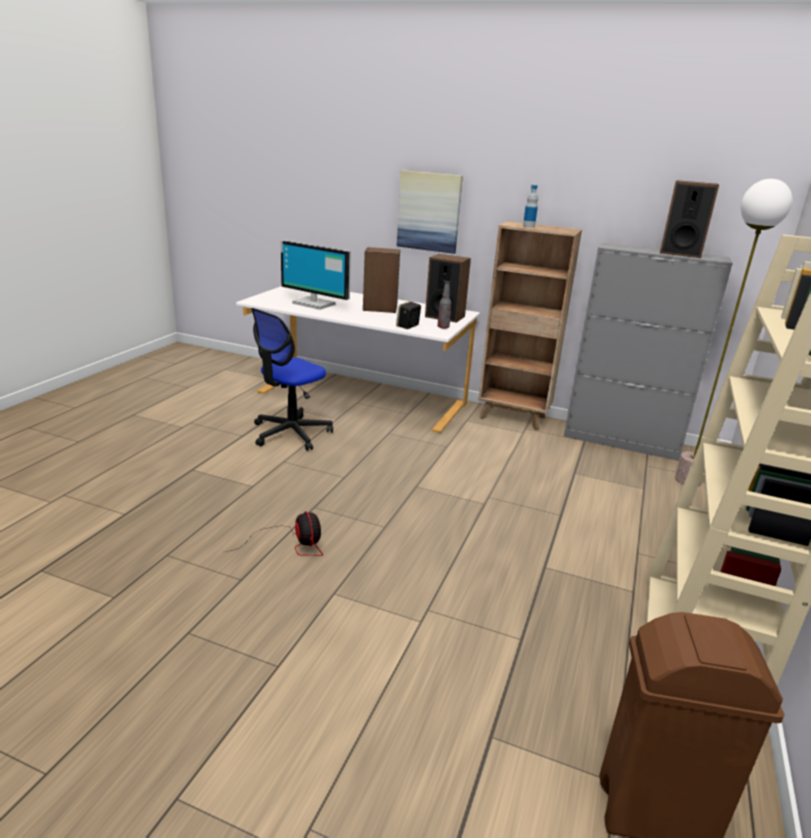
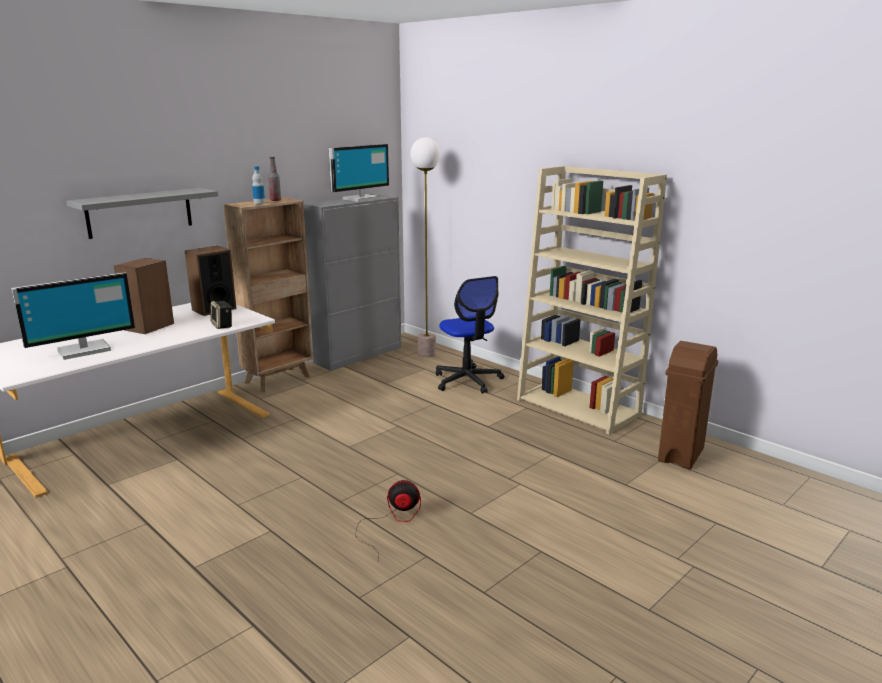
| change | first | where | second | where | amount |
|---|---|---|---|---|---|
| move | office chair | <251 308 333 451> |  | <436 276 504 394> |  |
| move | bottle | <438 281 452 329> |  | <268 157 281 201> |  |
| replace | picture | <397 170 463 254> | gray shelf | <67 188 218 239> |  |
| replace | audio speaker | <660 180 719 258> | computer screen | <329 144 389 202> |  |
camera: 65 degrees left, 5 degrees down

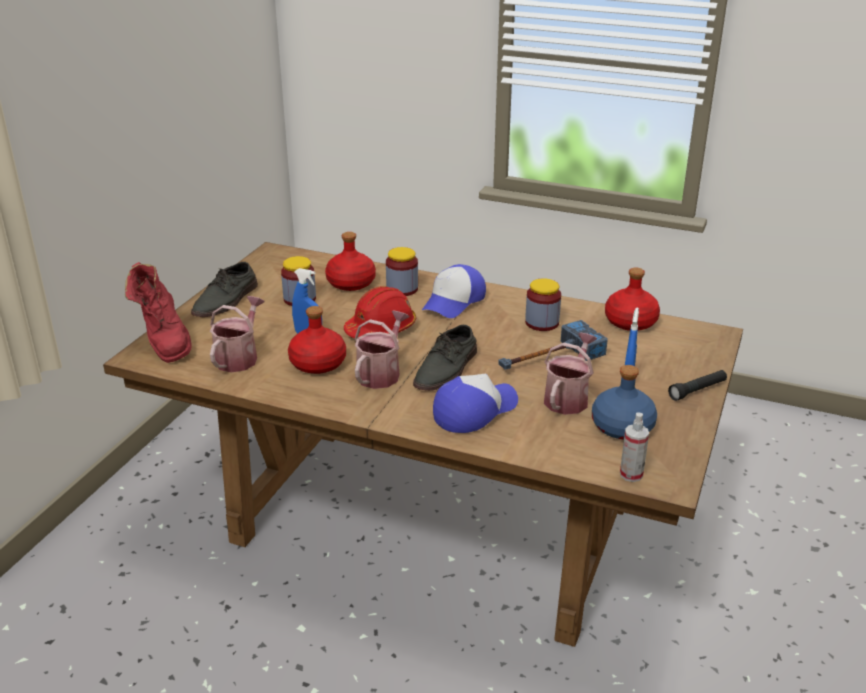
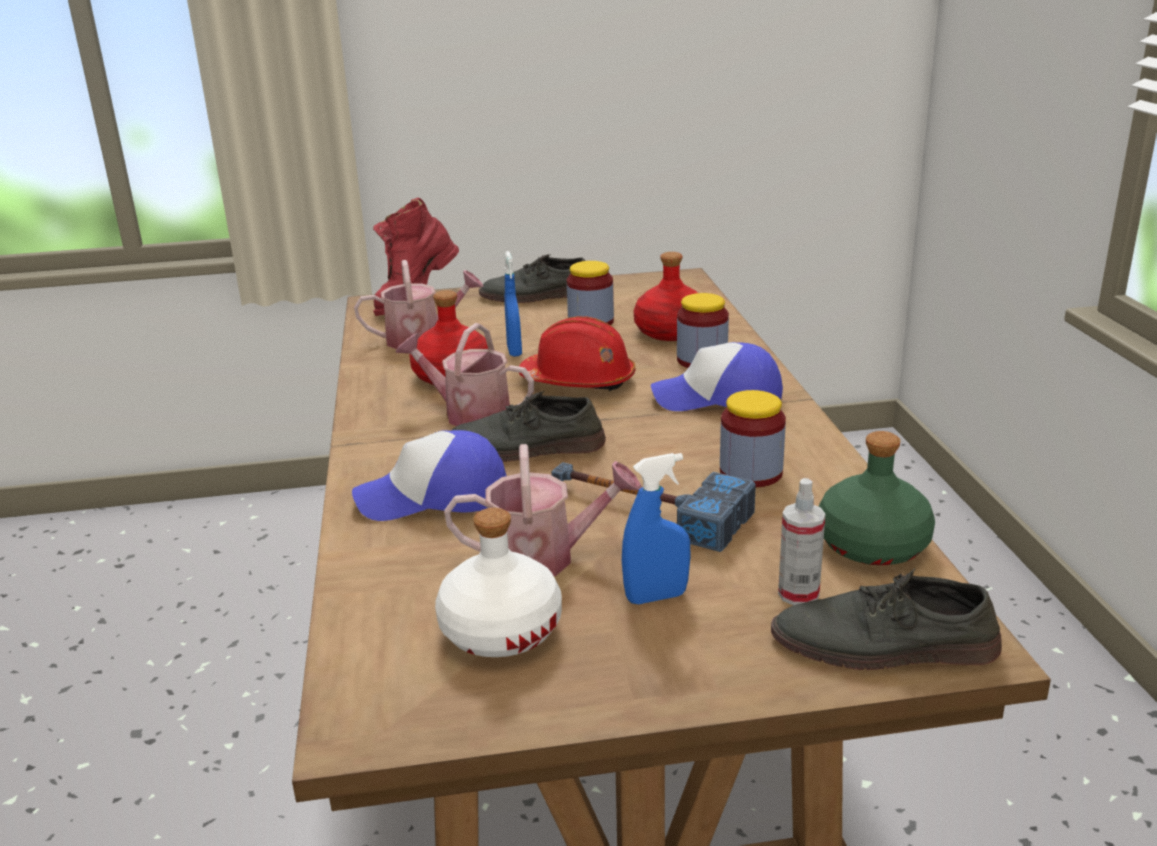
| change | first | where | second | where | amount |
|---|---|---|---|---|---|
| delete | black-coloured torch | <668 370 727 401> |  |  |  |
| insert |  |  | gray item of footwear | <771 568 1002 670> |  |
| move | spray bottle | <620 412 649 482> |  | <778 478 825 605> |  |
| recolor | bluish bottle | <592 365 657 439> | whitish bottle | <435 508 562 657> |  |
| recolor | reddish bottle | <605 267 660 331> | greenish bottle | <818 431 935 565> |  |
| rotate | watering pot | <355 310 409 389> |  | <395 323 534 426> | 150 degrees counterclockwise |
| rotate | baseball cap | <433 374 518 433> |  | <352 430 506 521> | 150 degrees clockwise |
camera: 60 degrees right, 5 degrees down

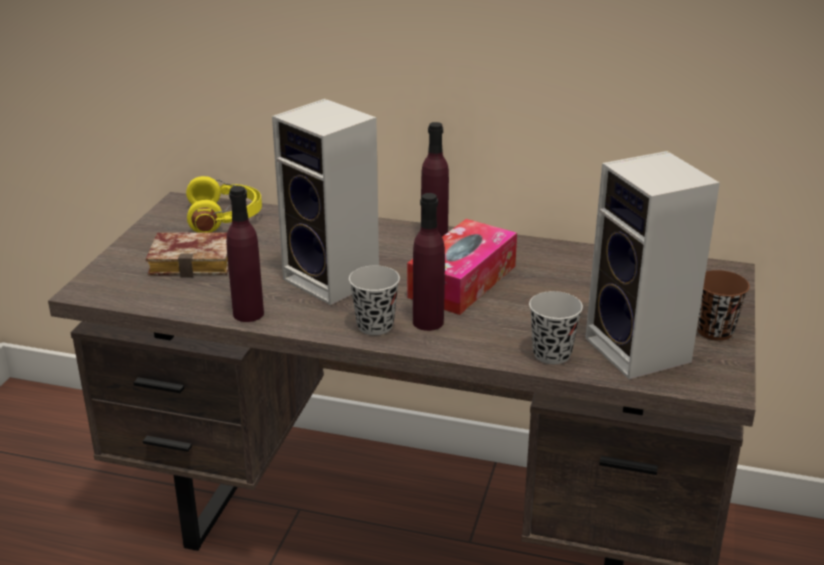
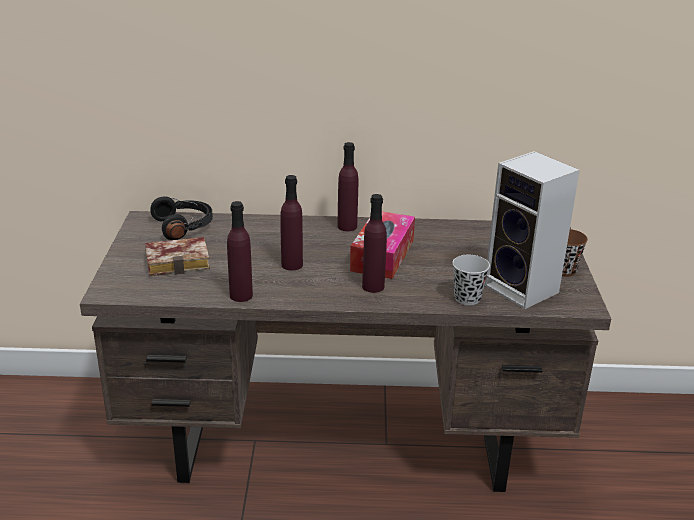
| change | first | where | second | where | amount |
|---|---|---|---|---|---|
| delete | black-coloured small cup | <349 265 400 335> |  |  |  |
| replace | audio speaker | <272 99 379 305> | purple bottle | <280 175 303 271> |  |
| recolor | yellow-coloured headset | <186 176 262 233> | black-coloured headset | <150 196 213 240> |  |
camera: 15 degrees left, 0 degrees up

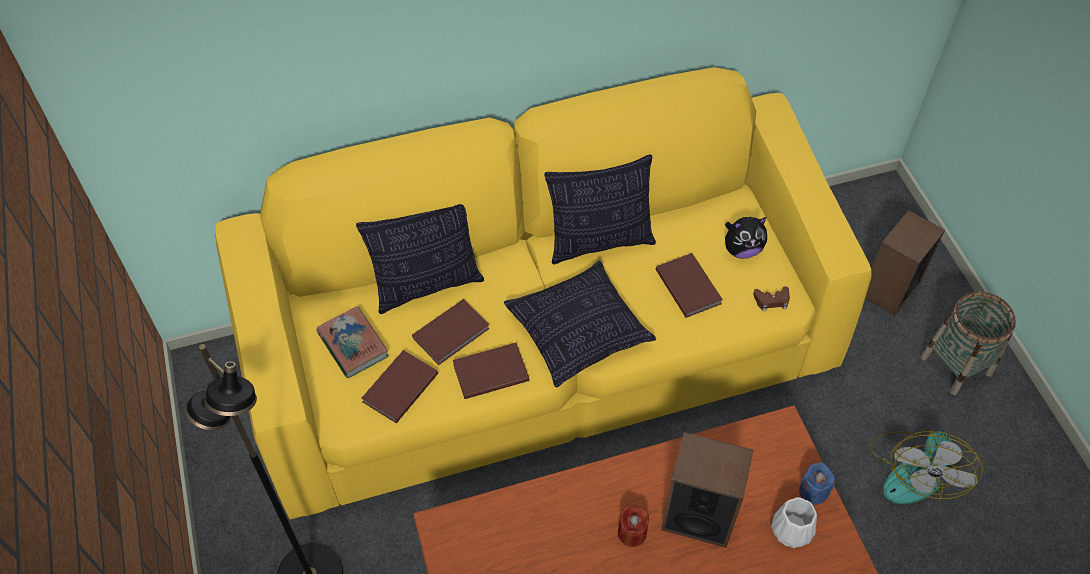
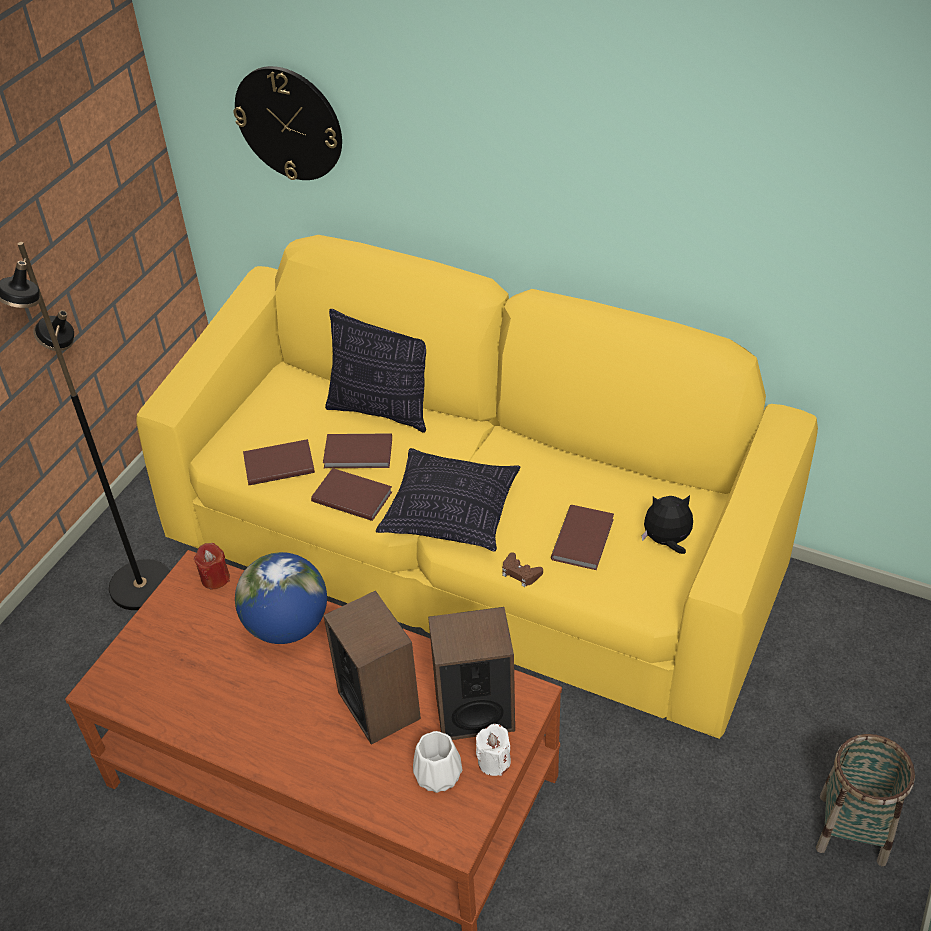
| change | first | where | second | where | amount |
|---|---|---|---|---|---|
| delete | bound book | <317 306 388 378> |  |  |  |
| delete | pillow | <544 155 656 264> |  |  |  |
| delete | cooling fan | <869 431 983 504> |  |  |  |
| insert |  |  | hanging clock | <233 66 342 180> |  |
| insert |  |  | globe | <235 552 327 644> |  |
| move | reddish wax light | <618 505 649 547> |  | <194 543 230 589> |  |
| move | brownish game controller | <753 286 790 311> |  | <502 552 543 587> |  |
| move | audio speaker | <865 210 945 316> |  | <428 607 515 740> |  |
| recolor | bluish wax light | <799 463 835 505> | whitish wax light | <476 724 511 776> |  |
| rotate | cuddly toy | <725 217 767 259> |  | <642 495 693 554> | 150 degrees clockwise |
camera: 45 degrees right, 10 degrees down

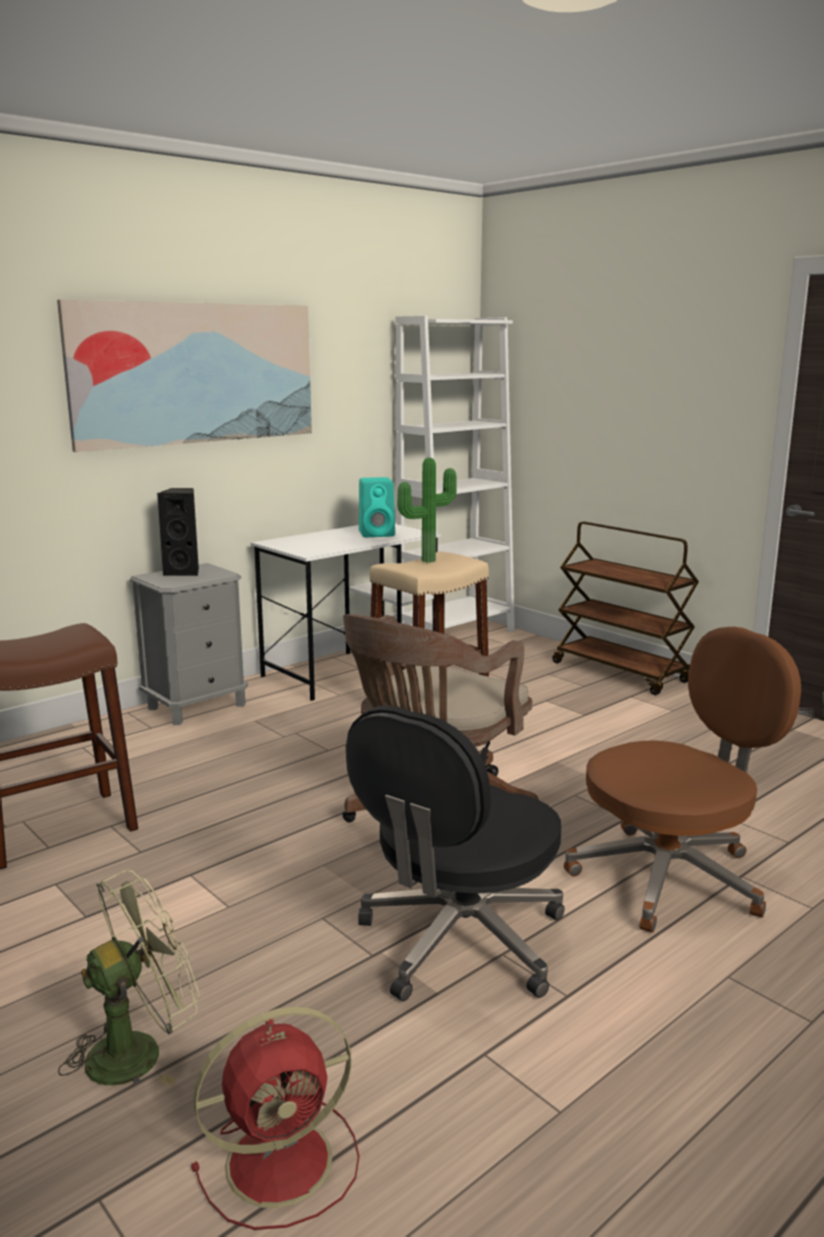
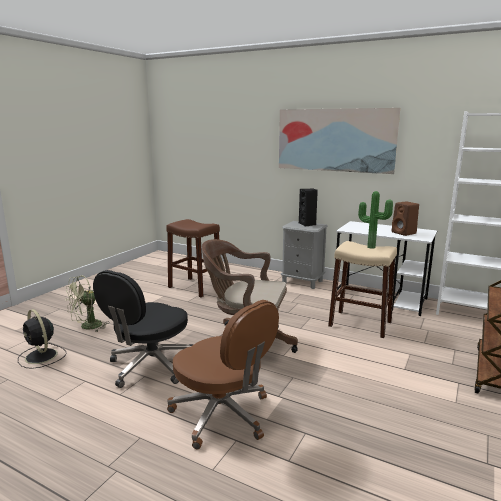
| change | first | where | second | where | amount |
|---|---|---|---|---|---|
| recolor | reddish cooling fan | <191 1007 359 1230> | black-coloured cooling fan | <18 309 67 369> |  |
| recolor | blue-green audio speaker | <359 477 395 537> | brownish audio speaker | <392 201 419 236> |  |
| rotate | greenish cooling fan | <58 870 200 1087> |  | <65 275 109 332> | 105 degrees clockwise |
| rotate | black-coloured office chair | <346 705 565 1001> |  | <93 270 193 388> | 75 degrees counterclockwise |
camera: 70 degrees right, 0 degrees up

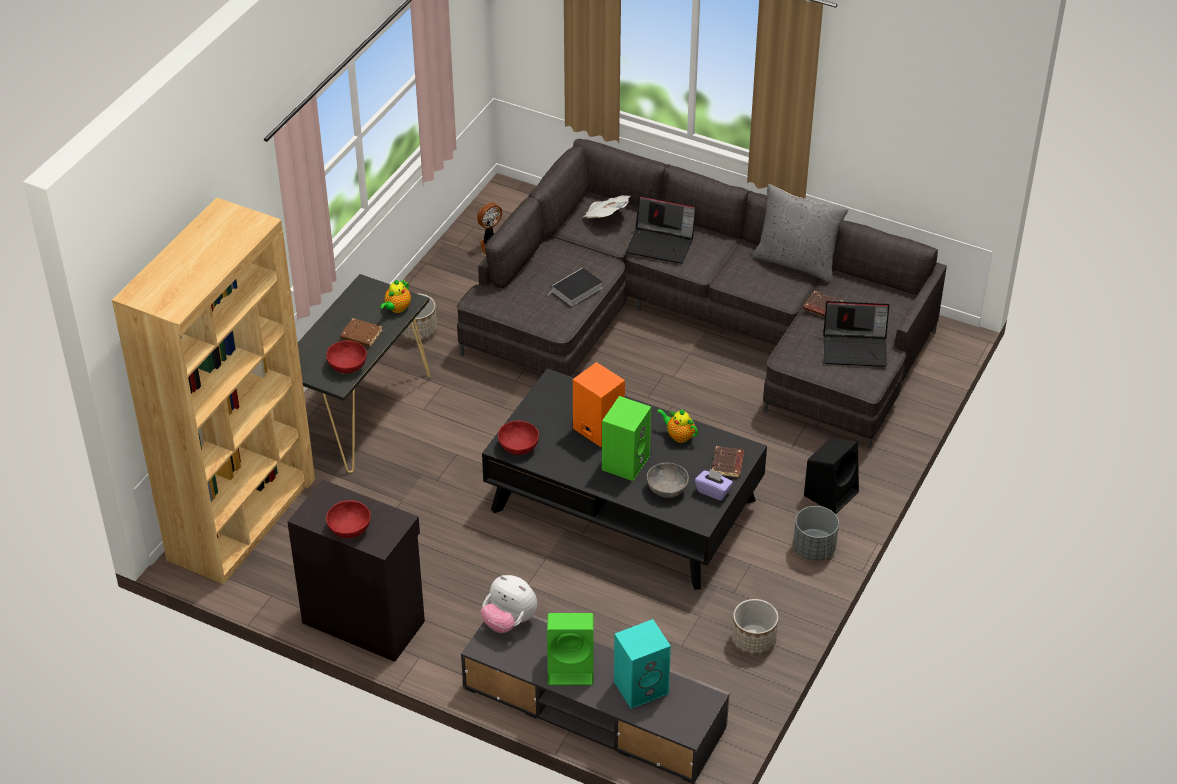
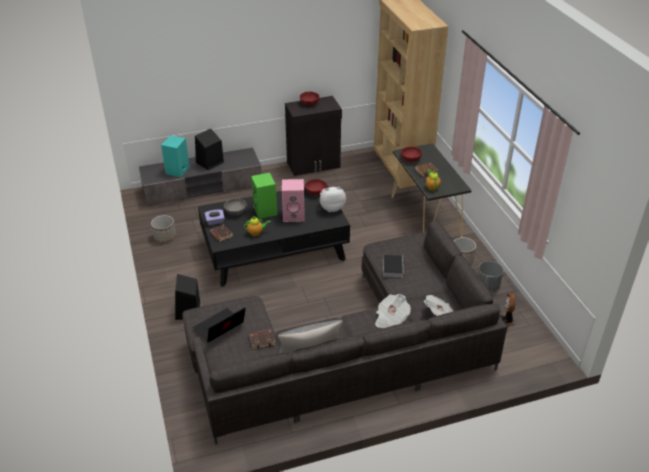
| change | first | where | second | where | amount |
|---|---|---|---|---|---|
| move | cuddly toy | <481 575 537 633> |  | <320 187 346 212> |  |
| move | gray flower pot | <793 506 839 561> |  | <478 261 504 292> |  |
| replace | portable computer | <626 195 696 264> | newspaper | <375 294 411 328> |  |
| recolor | greenish audio speaker | <547 613 593 685> | black-coloured audio speaker | <195 129 224 170> |  |
| recolor | orangey audio speaker | <573 362 625 447> | pink-coloured audio speaker | <282 179 305 222> |  |
camera: 135 degrees right, 5 degrees down

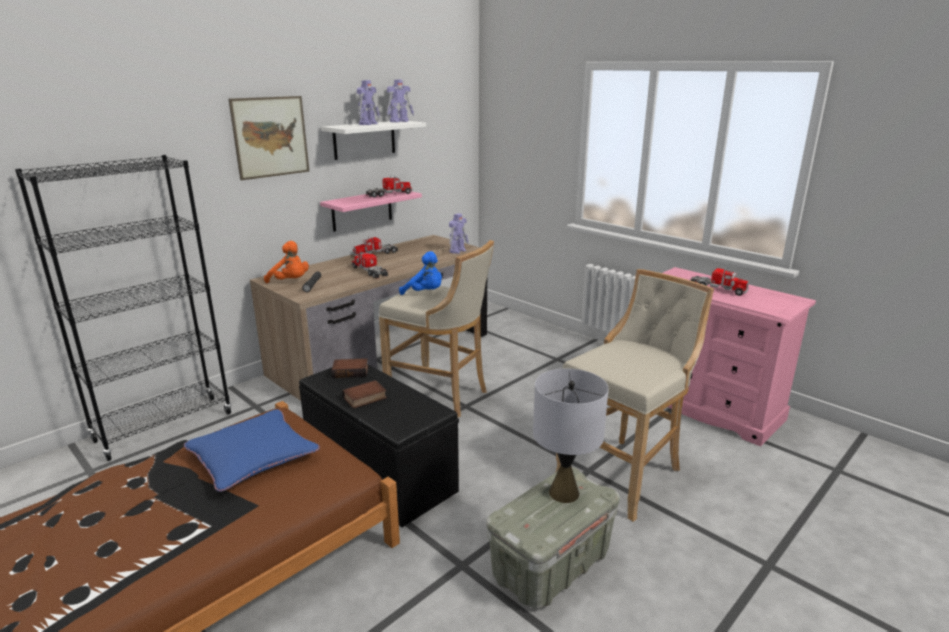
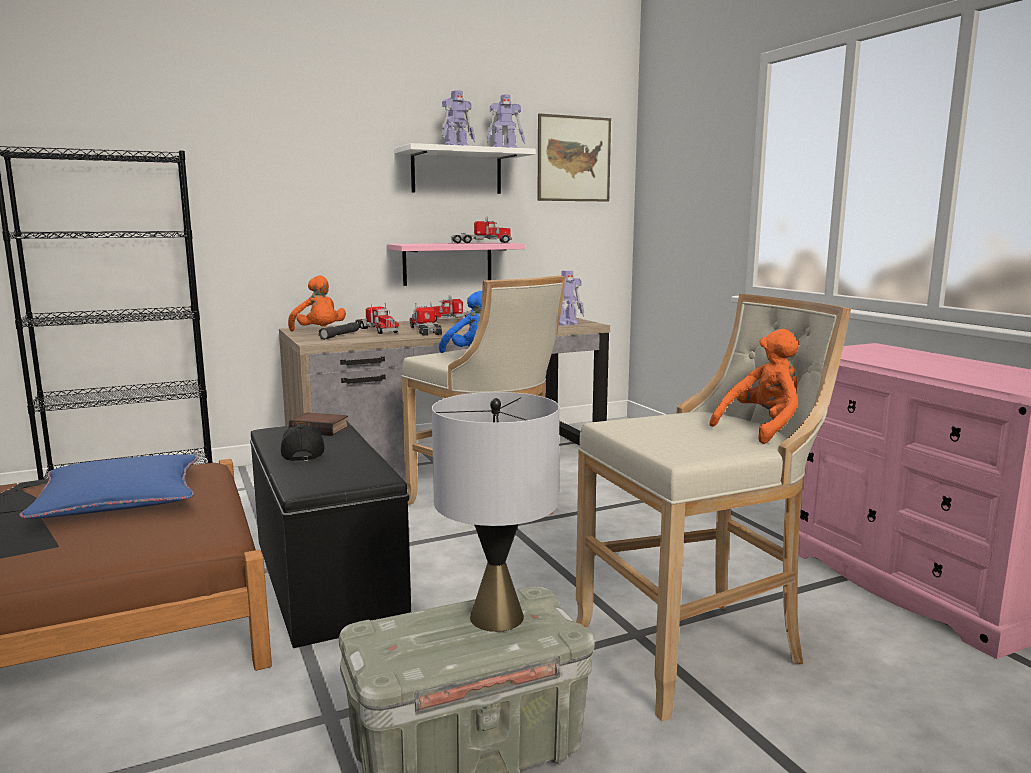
| change | first | where | second | where | amount |
|---|---|---|---|---|---|
| insert |  |  | orangey cuddly toy | <709 329 799 444> |  |
| move | picture | <228 96 309 180> |  | <538 113 611 201> |  |
| move | toy lorry | <689 267 749 296> |  | <355 302 400 334> |  |
| replace | bound book | <342 380 387 408> | black-coloured baseball cap | <281 424 325 461> |  |
camera: 20 degrees right, 10 degrees down

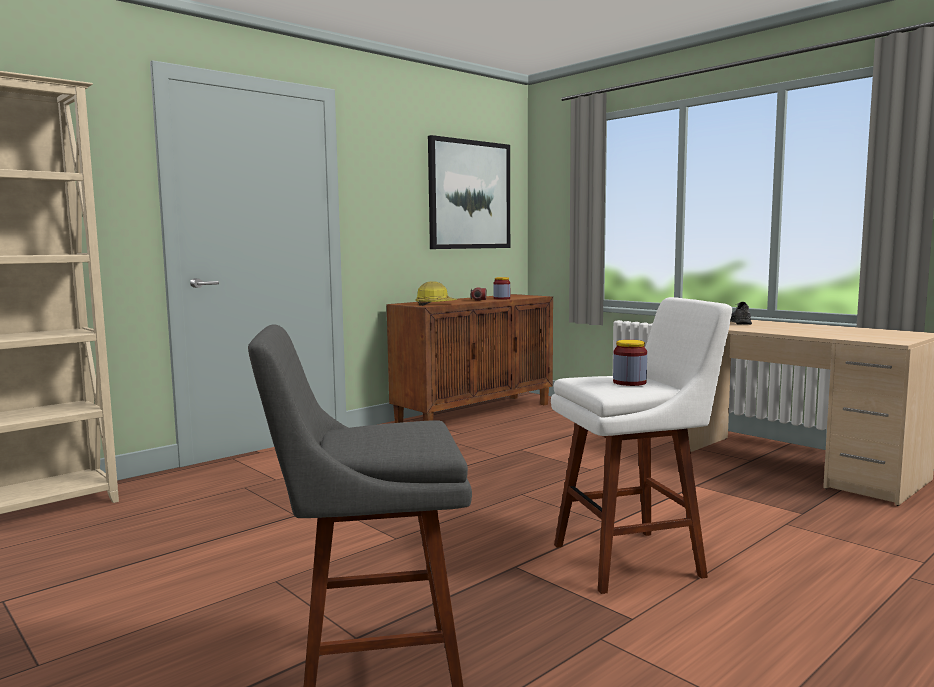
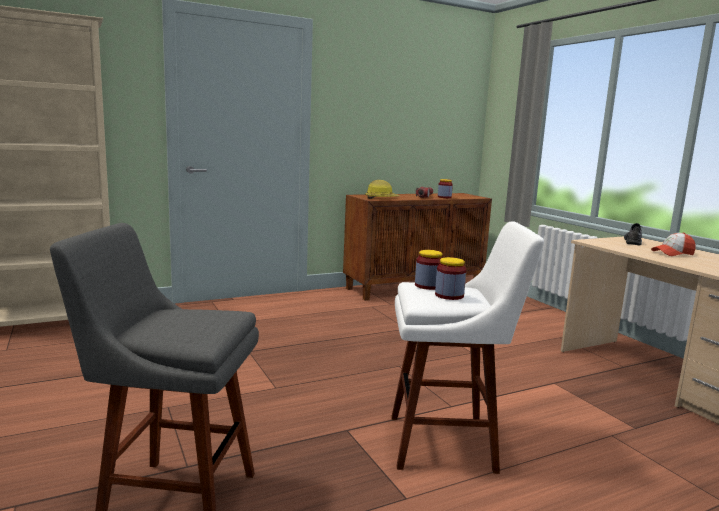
| change | first | where | second | where | amount |
|---|---|---|---|---|---|
| delete | picture | <428 135 510 249> |  |  |  |
| insert |  |  | preserve jar | <415 250 443 290> |  |
| insert |  |  | baseball cap | <651 232 696 256> |  |
camera: 15 degrees right, 5 degrees up

